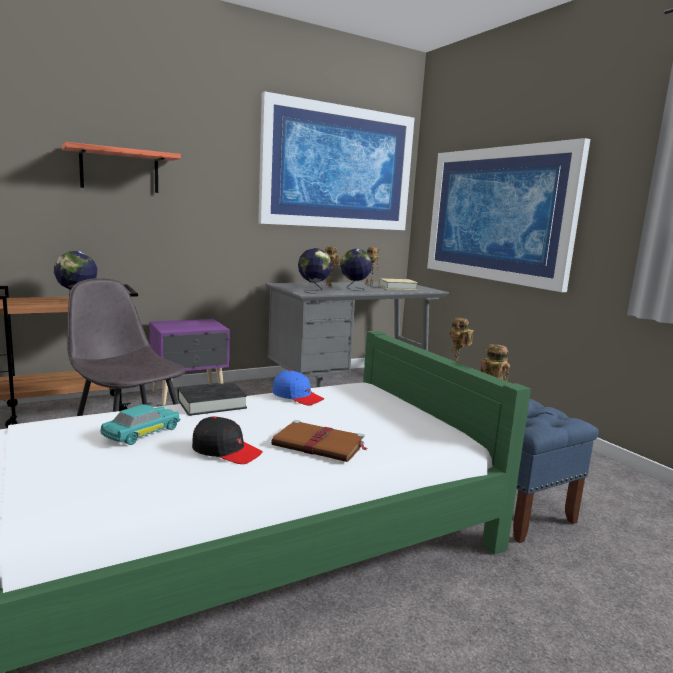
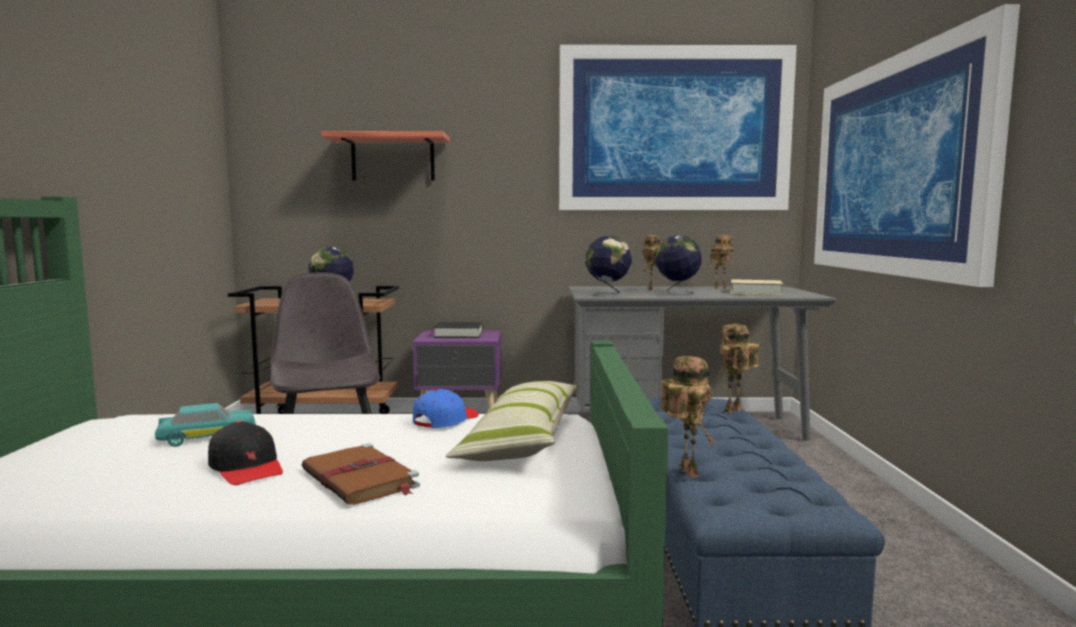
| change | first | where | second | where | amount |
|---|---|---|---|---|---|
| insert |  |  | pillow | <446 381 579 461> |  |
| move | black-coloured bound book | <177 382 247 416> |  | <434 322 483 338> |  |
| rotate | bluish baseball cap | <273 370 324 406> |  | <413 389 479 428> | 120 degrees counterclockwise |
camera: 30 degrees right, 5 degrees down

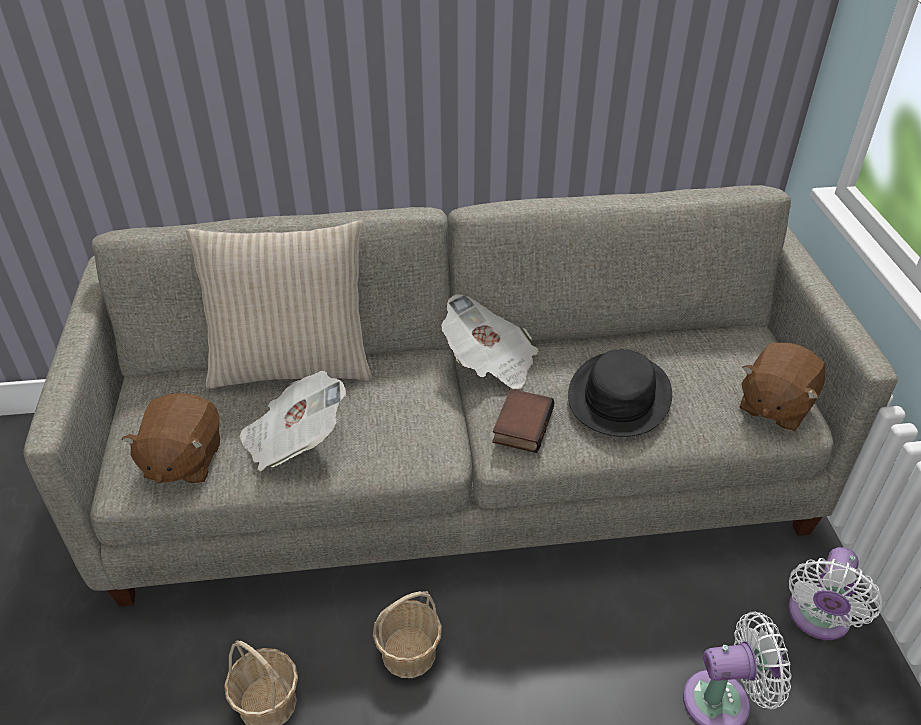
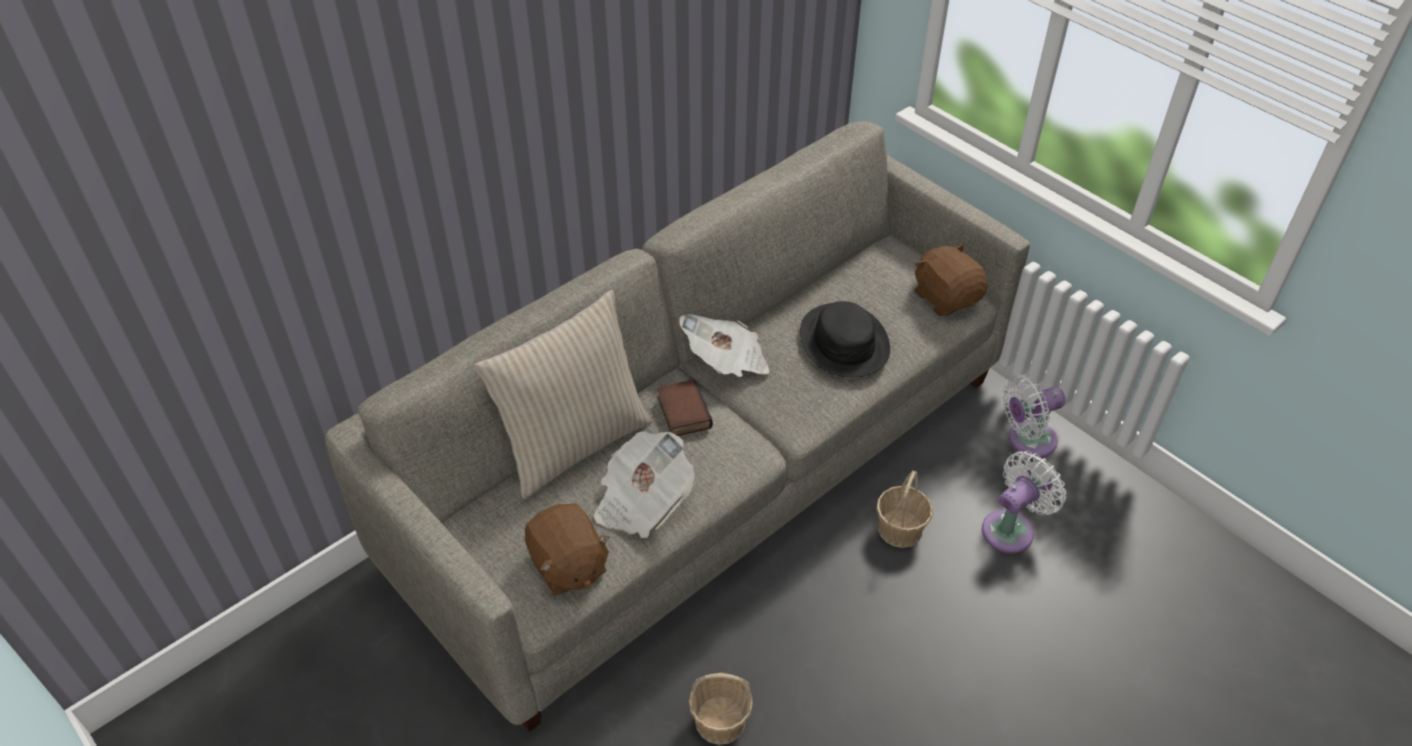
| change | first | where | second | where | amount |
|---|---|---|---|---|---|
| move | basket | <373 591 442 678> |  | <876 470 933 548> |  |
| move | bound book | <492 389 554 453> |  | <657 379 713 436> |  |
| rotate | brownish cuddly toy | <740 342 825 431> |  | <915 243 988 316> | 150 degrees clockwise |
| rotate | whitish cooling fan | <788 547 882 640> |  | <1002 375 1066 458> | 75 degrees clockwise |
camera: 35 degrees left, 5 degrees up

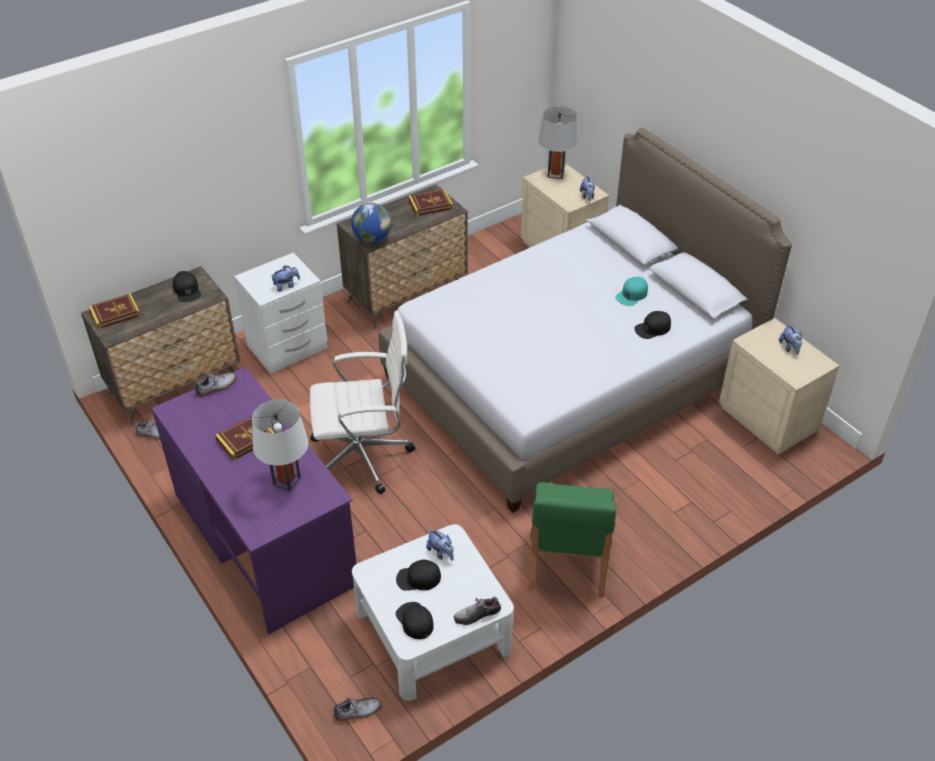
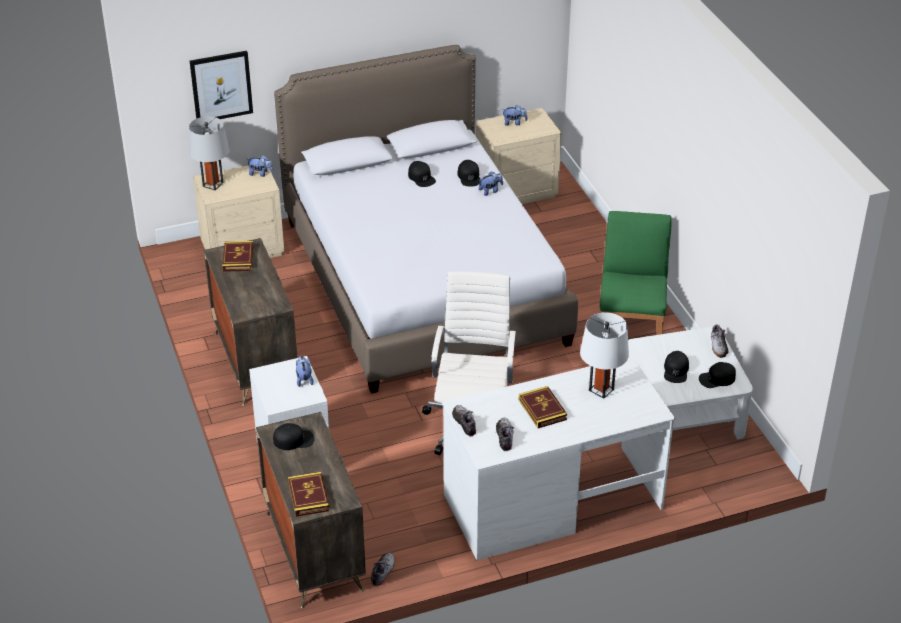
| change | first | where | second | where | amount |
|---|---|---|---|---|---|
| delete | globe | <351 203 391 243> |  |  |  |
| insert |  |  | picture | <190 51 253 119> |  |
| move | item of footwear | <334 697 381 721> |  | <496 418 514 451> |  |
| move | cuddly toy | <426 529 454 561> |  | <479 171 503 196> |  |
| recolor | purple desk table | <151 367 357 634> | whitish desk table | <442 356 675 560> |  |
| recolor | blue-green baseball cap | <615 277 648 306> | black-coloured baseball cap | <408 161 436 187> |  |
| rotate | greenish upright chair | <528 482 616 598> |  | <600 211 672 335> | 105 degrees counterclockwise |
camera: 75 degrees left, 5 degrees down

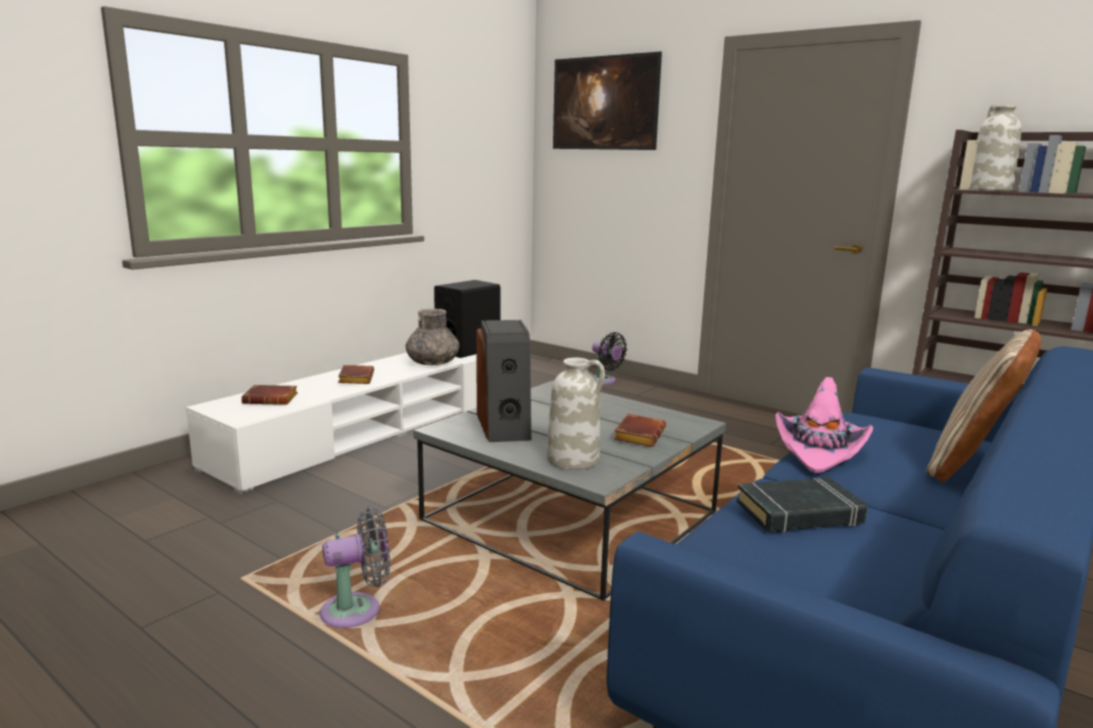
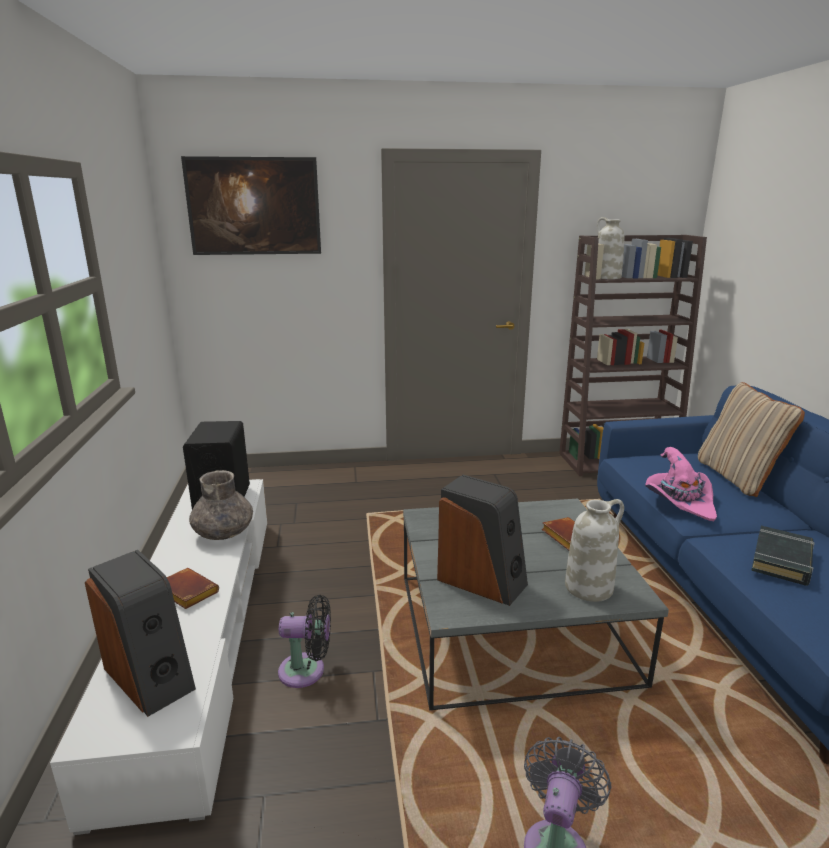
| change | first | where | second | where | amount |
|---|---|---|---|---|---|
| move | black-coloured cooling fan | <592 332 627 385> |  | <278 595 331 688> |  |
| replace | brownish bound book | <241 385 298 405> | audio speaker | <85 550 196 717> |  |
camera: 45 degrees left, 5 degrees up

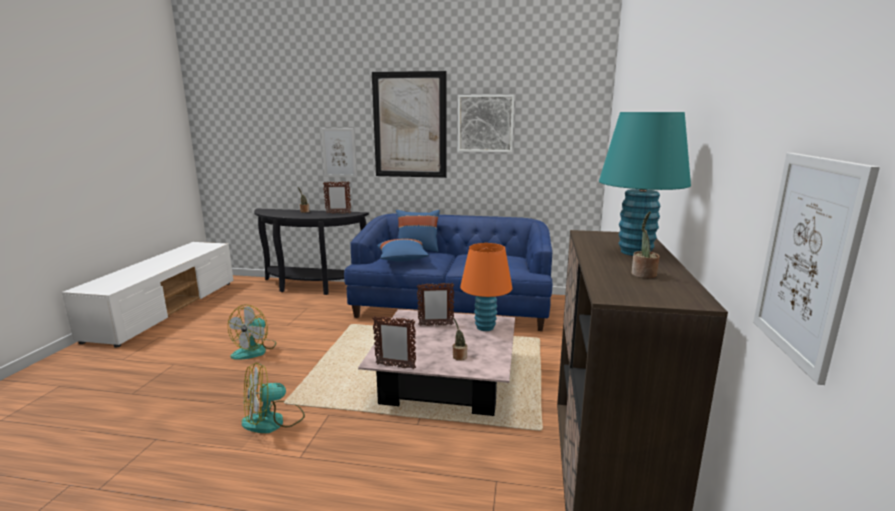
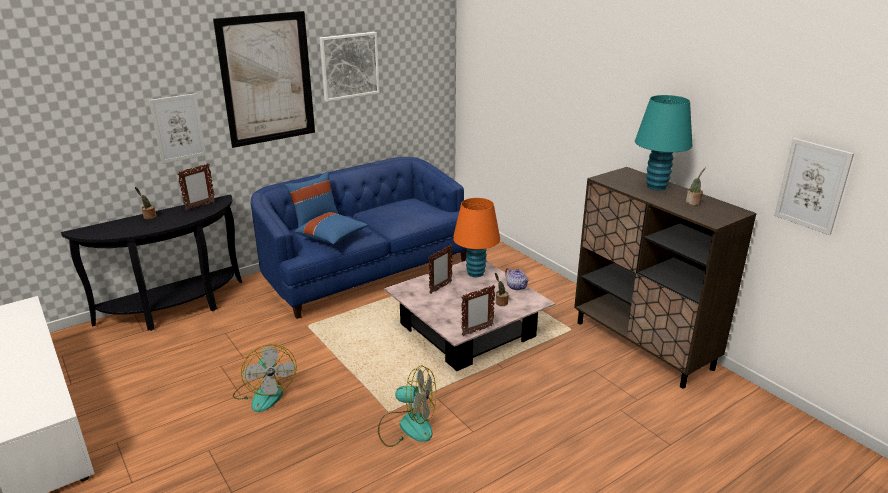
| change | first | where | second | where | amount |
|---|---|---|---|---|---|
| insert |  |  | tea pot | <505 268 530 290> |  |
| rotate | cooling fan | <241 362 305 433> |  | <378 365 436 447> | 90 degrees counterclockwise |
camera: 45 degrees left, 10 degrees up

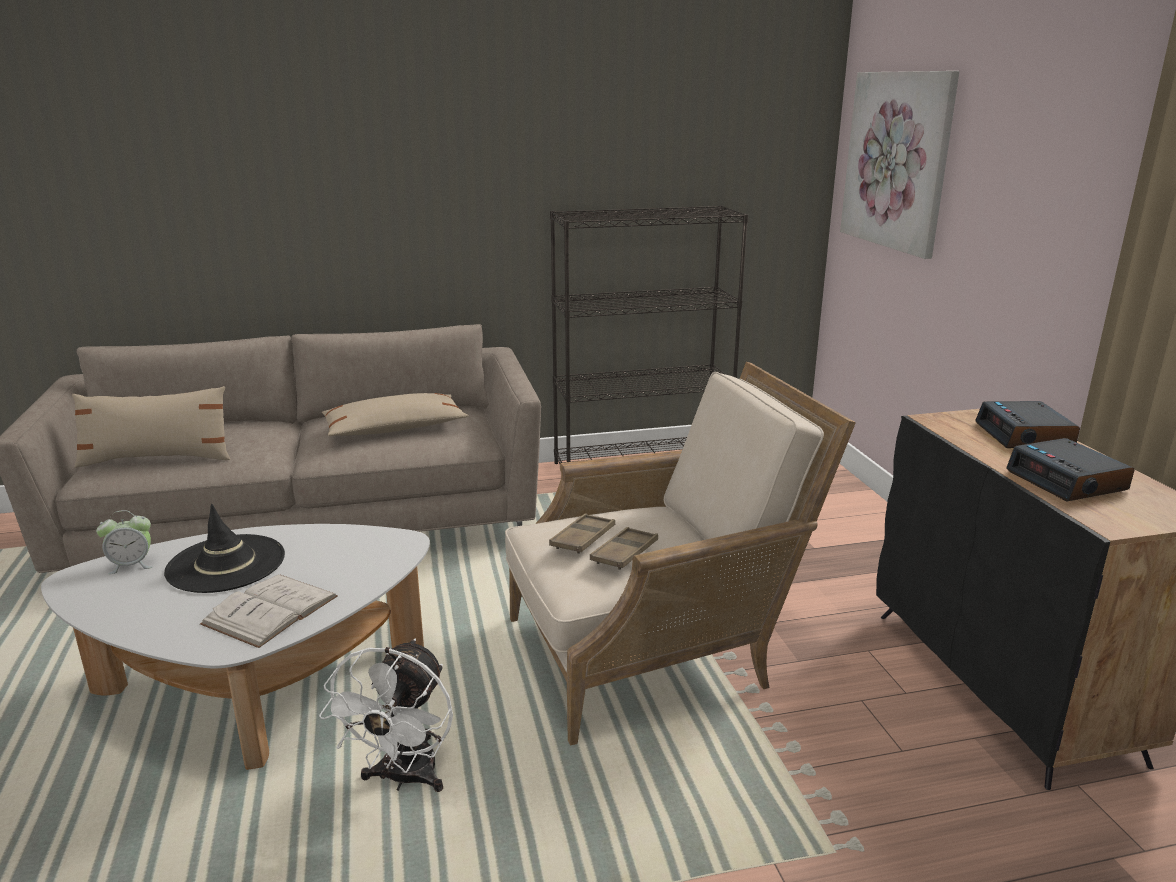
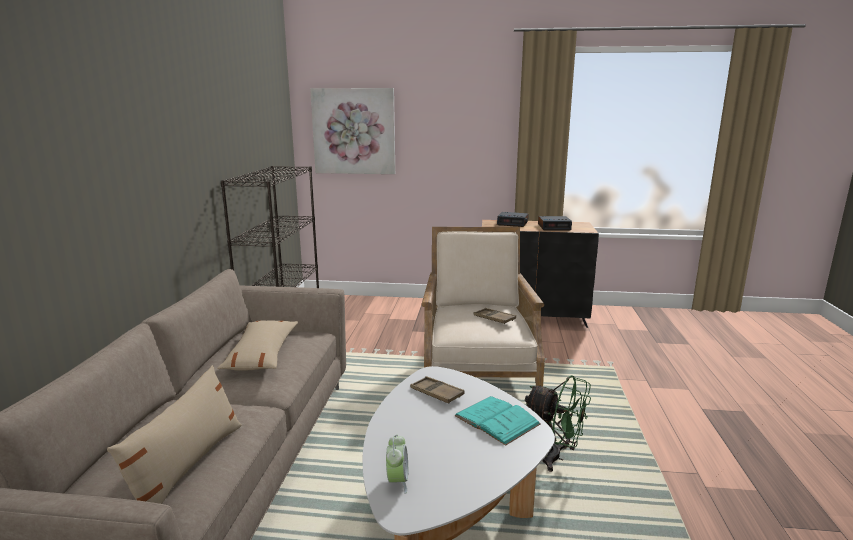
| change | first | where | second | where | amount |
|---|---|---|---|---|---|
| delete | black-coloured hat | <164 504 285 593> |  |  |  |
| move | brownish tray | <549 514 615 554> |  | <410 376 465 403> |  |
| recolor | whitish bound book | <200 575 338 648> | blue-green bound book | <454 396 541 446> |  |
| recolor | whitish cooling fan | <319 639 453 792> | greenish cooling fan | <525 375 591 472> |  |
camera: 70 degrees left, 5 degrees down

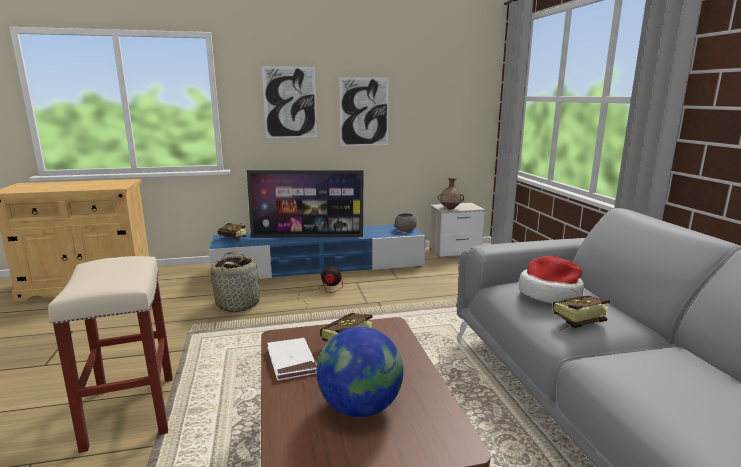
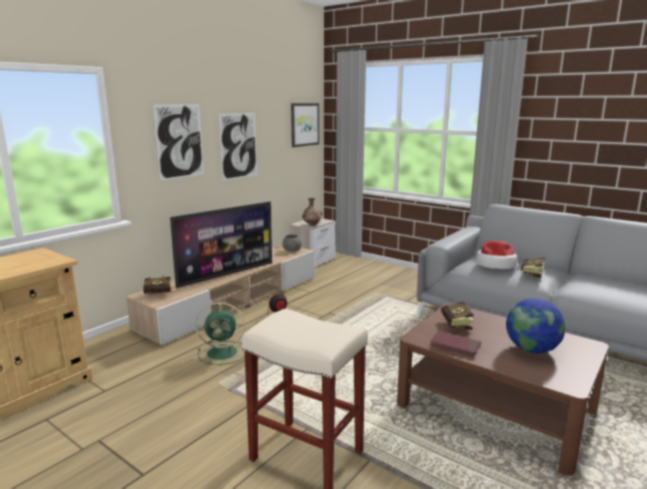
| change | first | where | second | where | amount |
|---|---|---|---|---|---|
| insert |  |  | picture | <291 103 319 147> |  |
| replace | basket | <210 252 260 312> | greenish cooling fan | <195 302 245 365> |  |
| recolor | bluish media console | <209 225 426 279> | beige-coloured media console | <126 245 315 346> |  |
| recolor | whitish bound book | <267 338 317 381> | reddish bound book | <430 331 481 357> |  |
camera: 40 degrees left, 0 degrees up

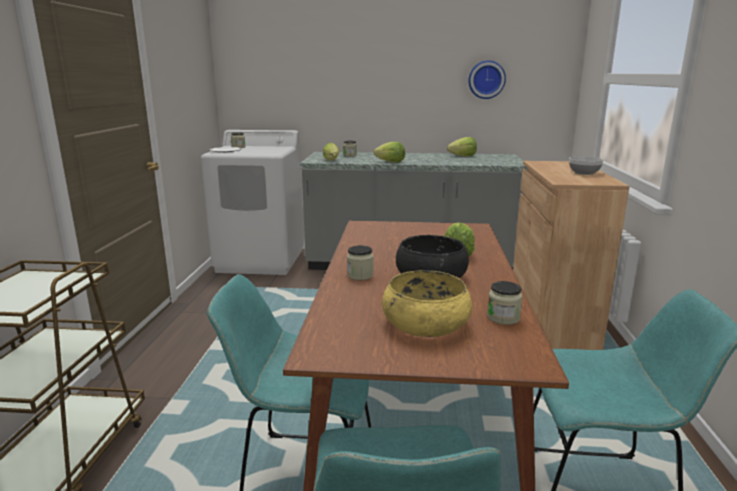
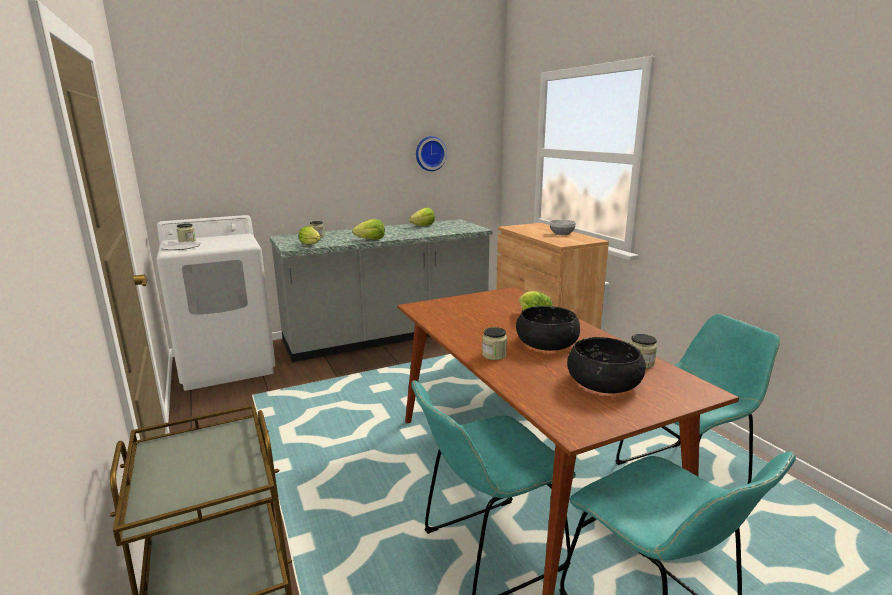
| change | first | where | second | where | amount |
|---|---|---|---|---|---|
| recolor | yellow-coloured bowl | <382 270 472 337> | black-coloured bowl | <567 337 646 394> |  |
camera: 30 degrees left, 0 degrees up

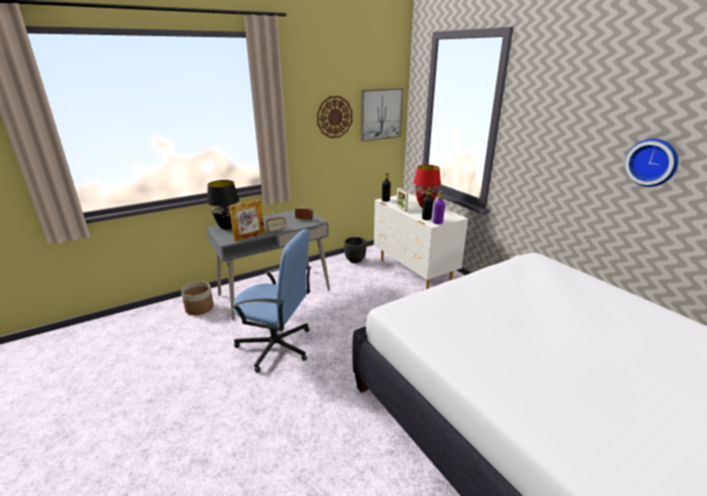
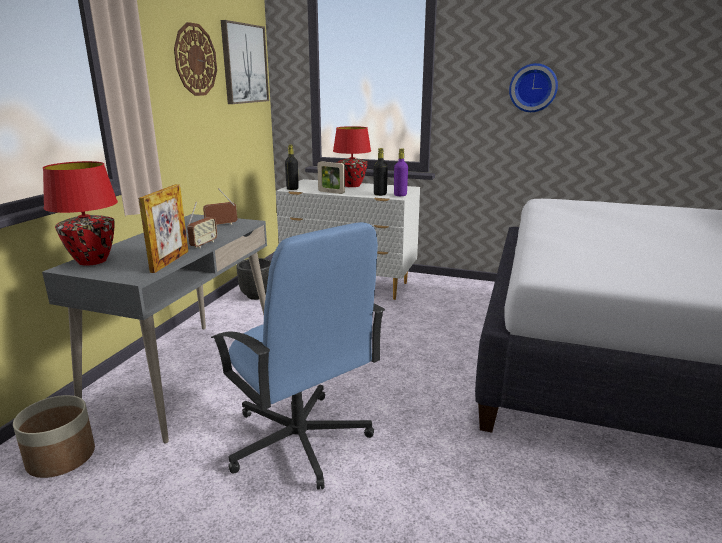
| change | first | where | second | where | amount |
|---|---|---|---|---|---|
| move | hanging clock | <625 139 679 187> |  | <509 63 558 112> |  |
| recolor | black-coloured tabletop lamp | <207 180 239 229> | reddish tabletop lamp | <43 161 118 266> |  |
| rotate | bluish office chair | <232 229 311 373> |  | <211 222 385 490> | 75 degrees clockwise |
camera: 40 degrees left, 5 degrees down

